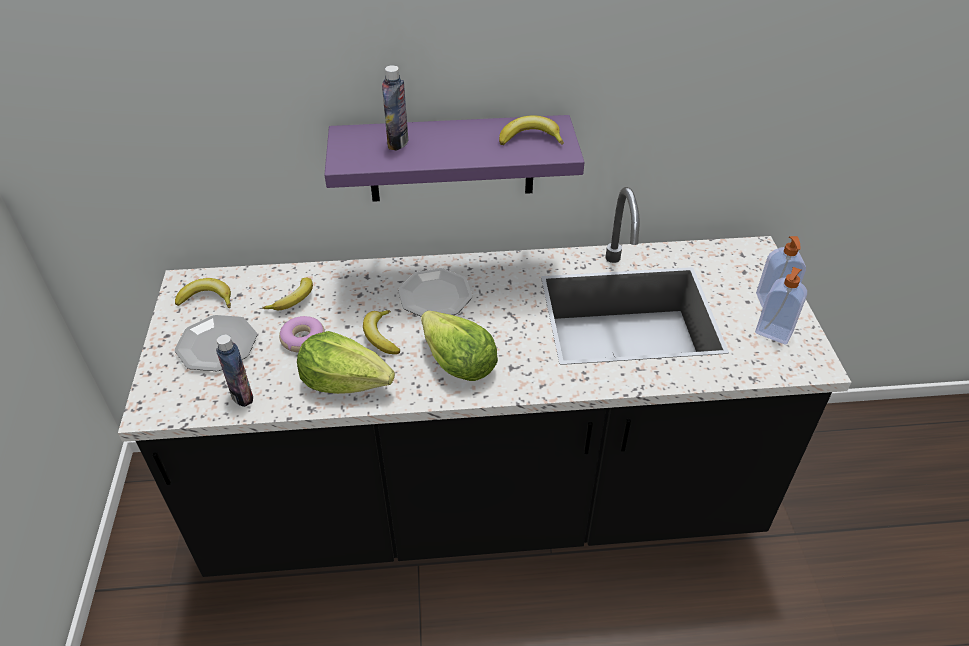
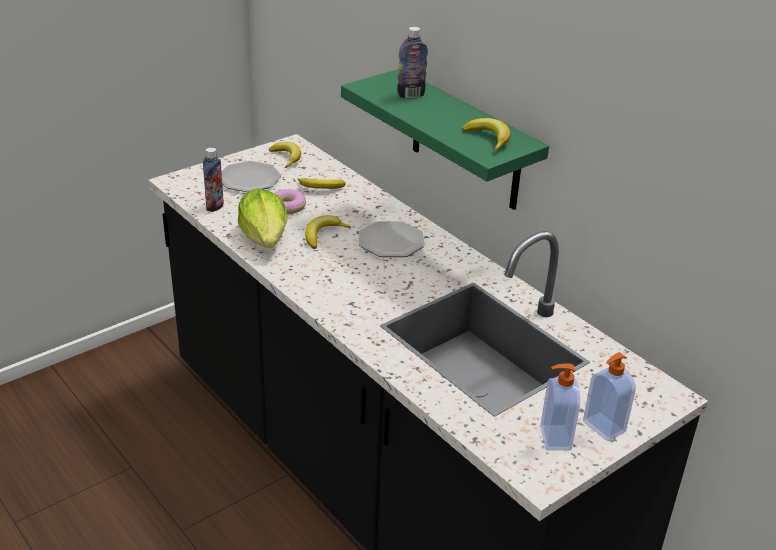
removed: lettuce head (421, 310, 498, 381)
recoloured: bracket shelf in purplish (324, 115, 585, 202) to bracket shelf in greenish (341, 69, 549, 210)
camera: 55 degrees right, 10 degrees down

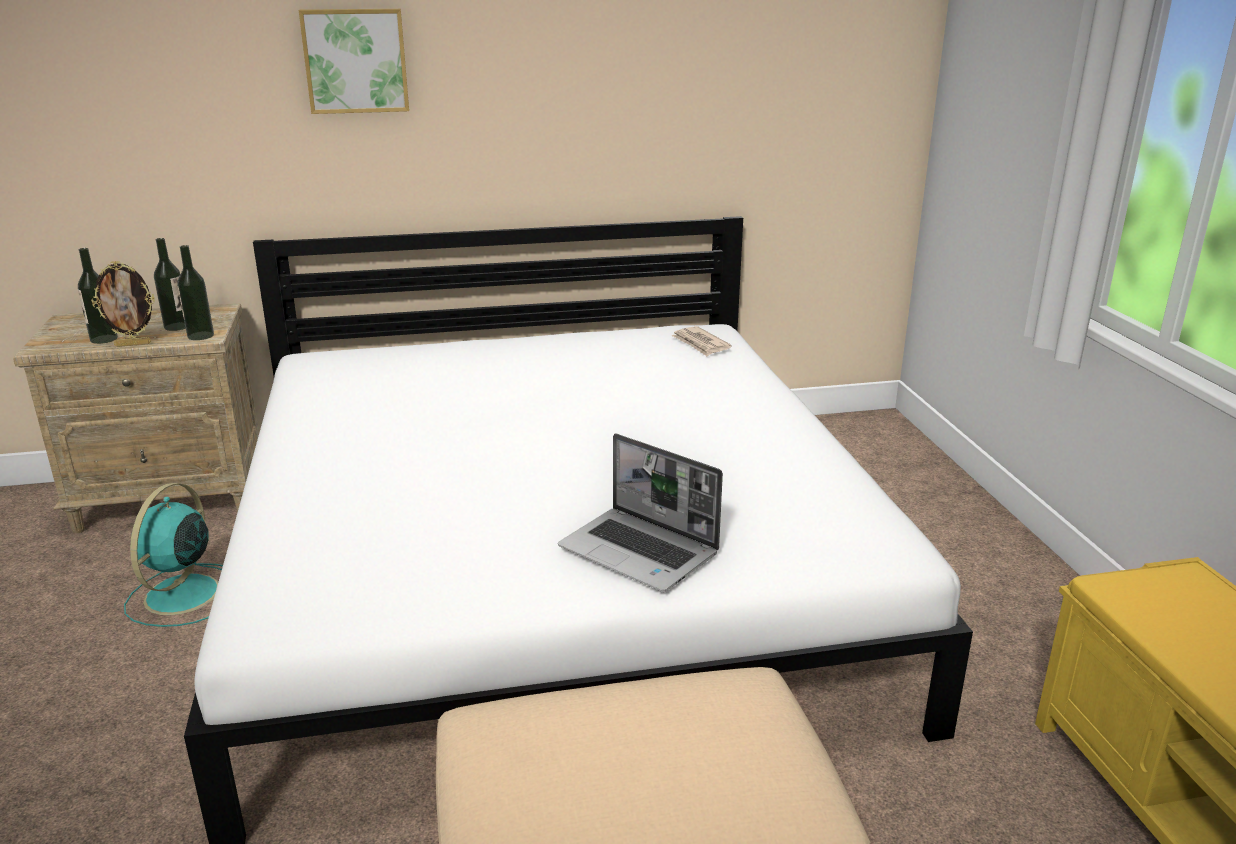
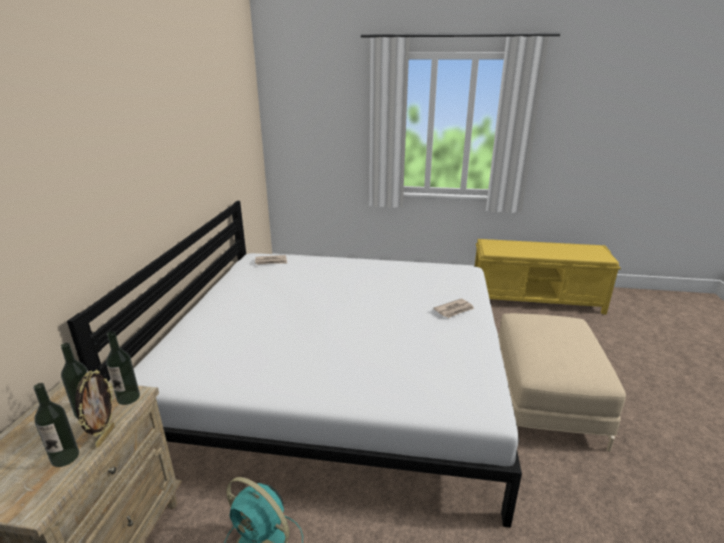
removed: picture (299, 9, 409, 114)
replaced: laptop (558, 434, 723, 592) to newspaper (433, 299, 474, 318)
camera: 70 degrees left, 0 degrees up

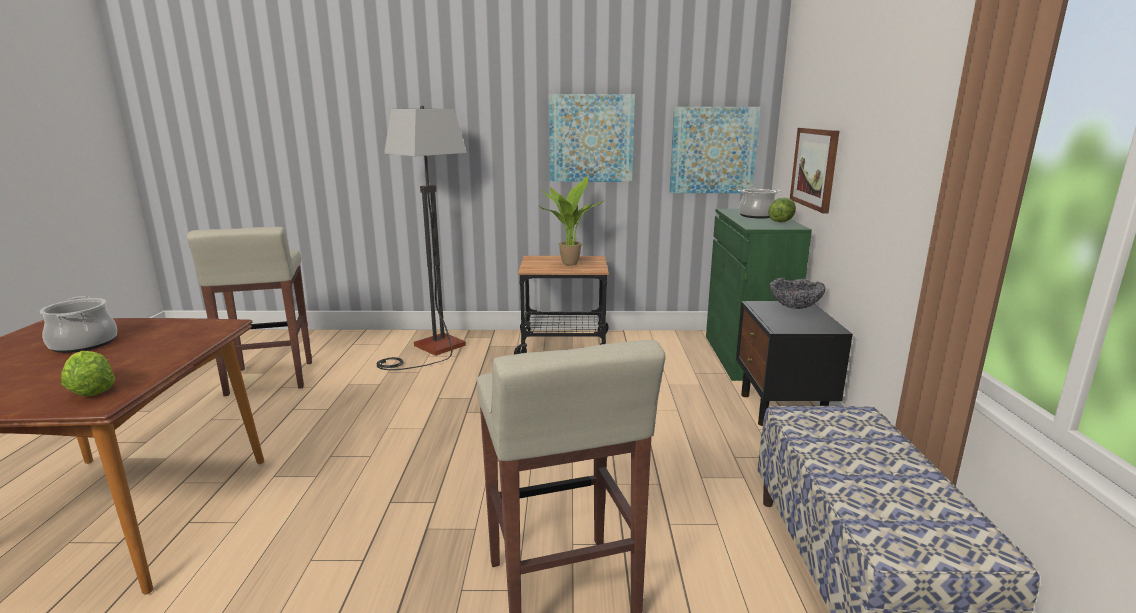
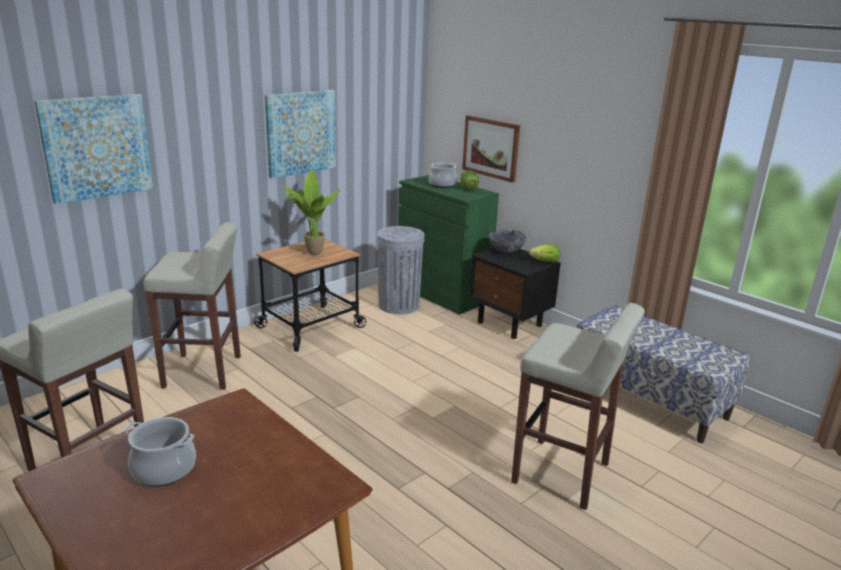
added: trash can in greyish (377, 226, 425, 314)
moved: lettuce head (61, 351, 115, 396) to (529, 244, 560, 263); picture (670, 107, 761, 193) to (34, 94, 153, 204)
replaced: standing lamp (376, 106, 467, 370) to stool seat in sand-coloured (143, 222, 241, 390)
camera: 45 degrees left, 5 degrees up

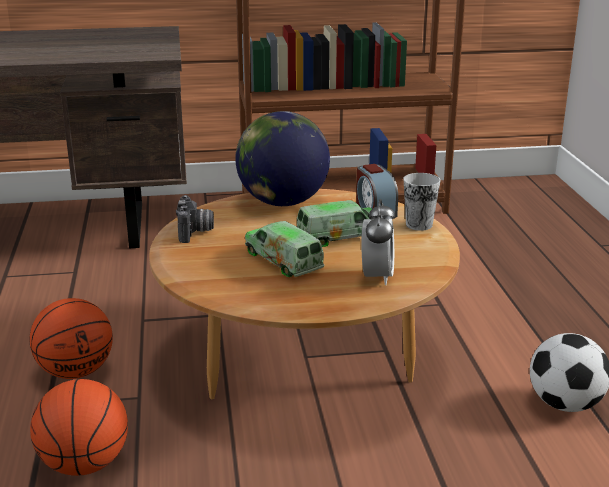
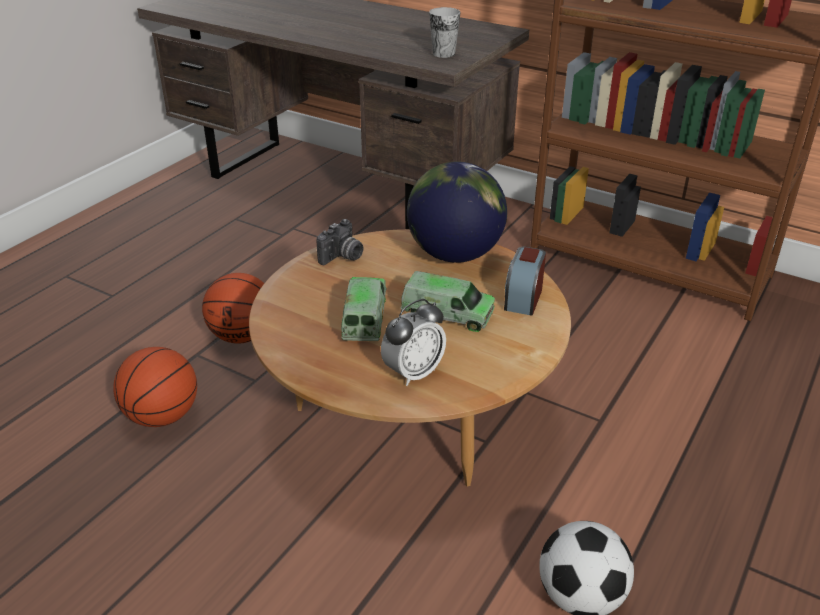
moved: drinking cup (403, 173, 441, 231) to (429, 7, 461, 58)
camera: 40 degrees right, 10 degrees up

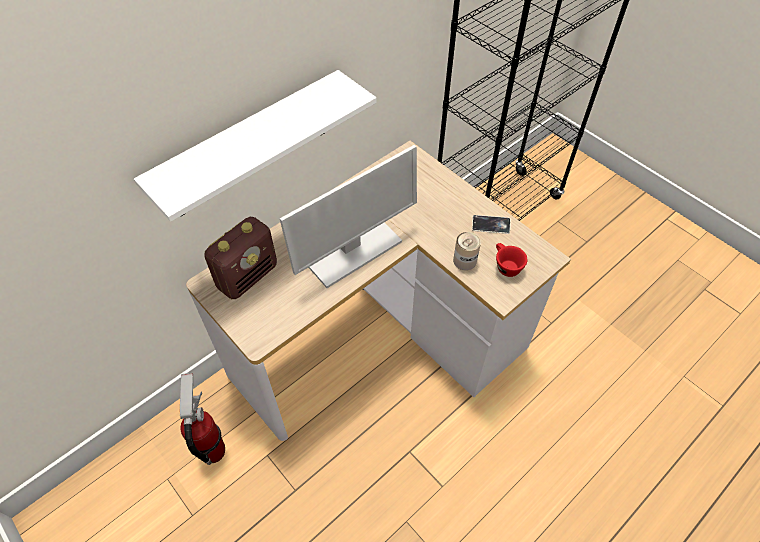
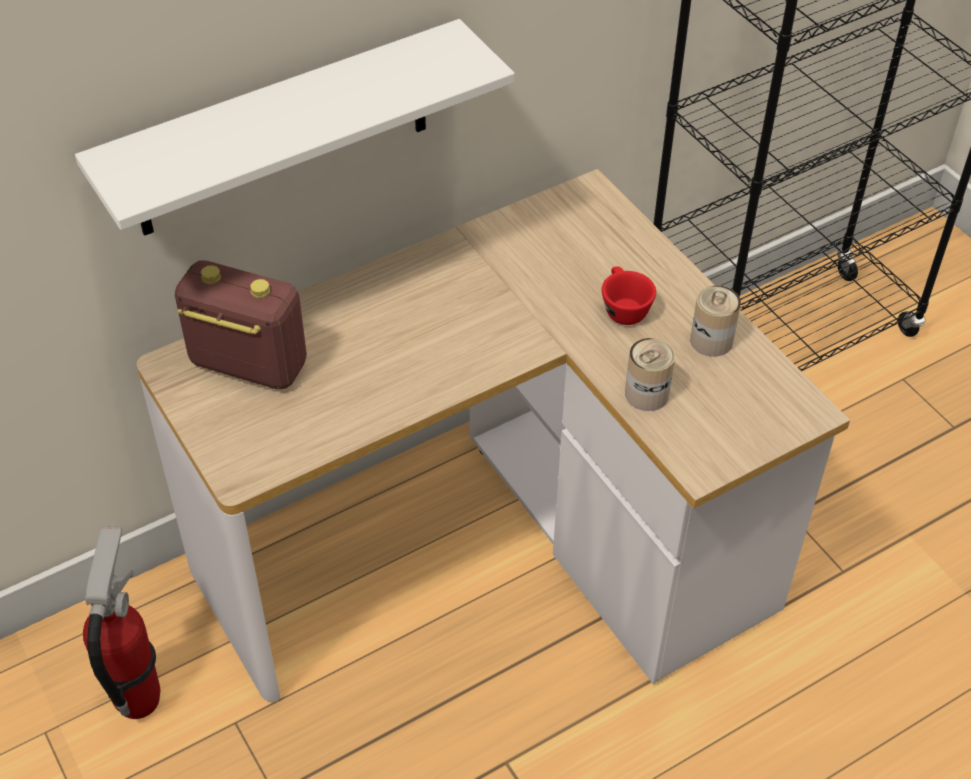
removed: computer screen (280, 145, 417, 288)
moved: drinking cup in red (496, 243, 528, 277) to (602, 267, 656, 325)
replaced: telephone (472, 215, 510, 234) to metal can (690, 285, 741, 357)
turned: radio set (204, 217, 277, 299) = (175, 260, 307, 389) 120 degrees counterclockwise
camera: 10 degrees right, 5 degrees down

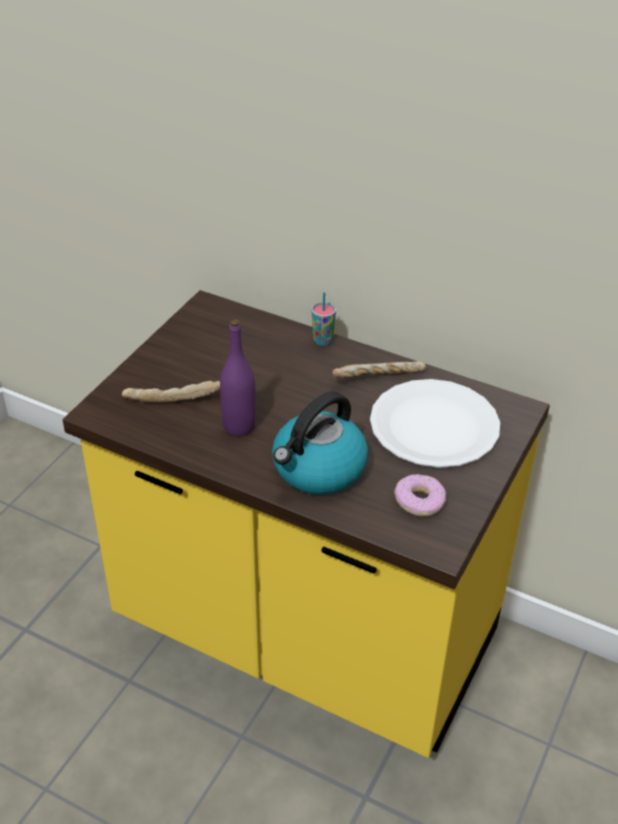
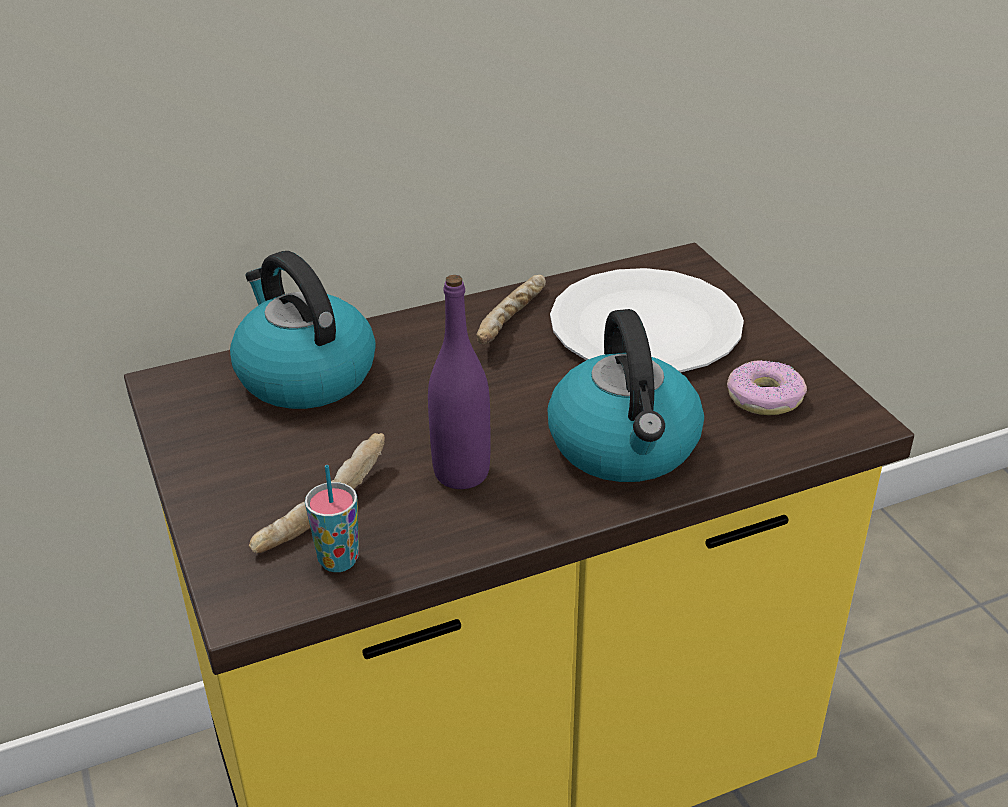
added: kettle (230, 251, 376, 409)
moved: drinking cup (311, 292, 336, 346) to (305, 465, 359, 572)
camera: 50 degrees left, 5 degrees down

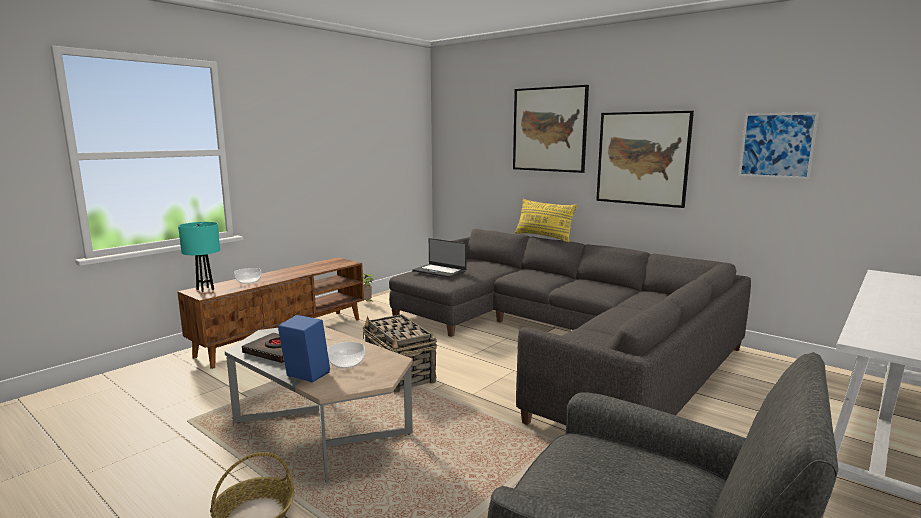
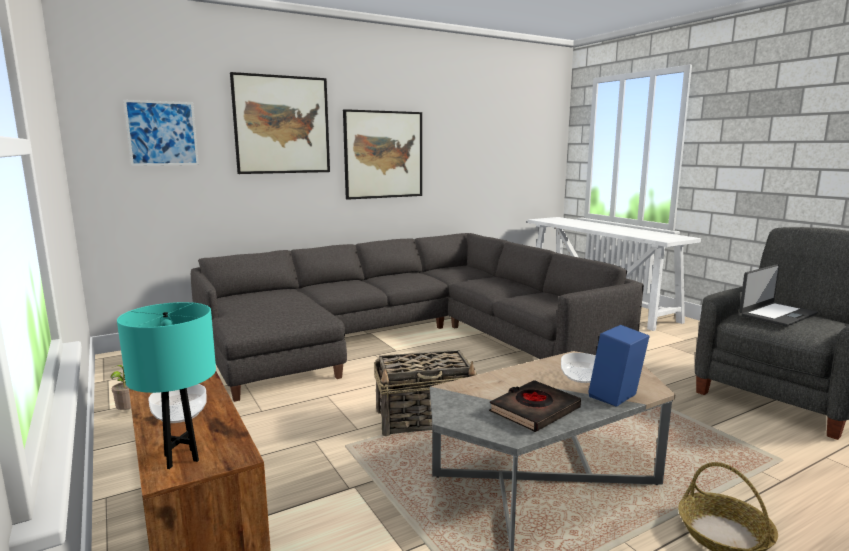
removed: throw pillow in yellow (515, 199, 577, 242)
moved: laptop (412, 238, 467, 278) to (739, 264, 818, 326); picture (739, 112, 819, 179) to (124, 100, 199, 166)
camera: 70 degrees left, 0 degrees up

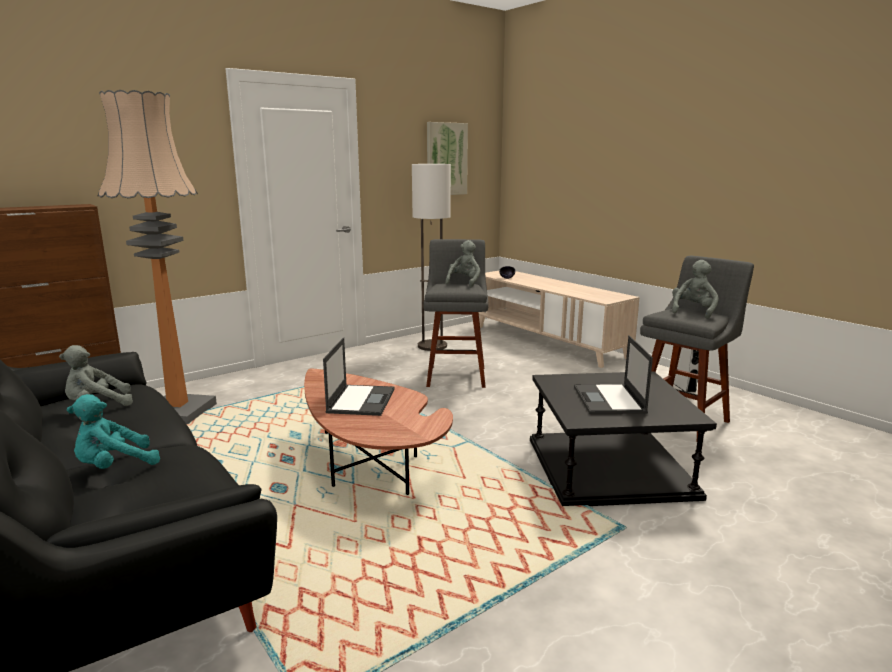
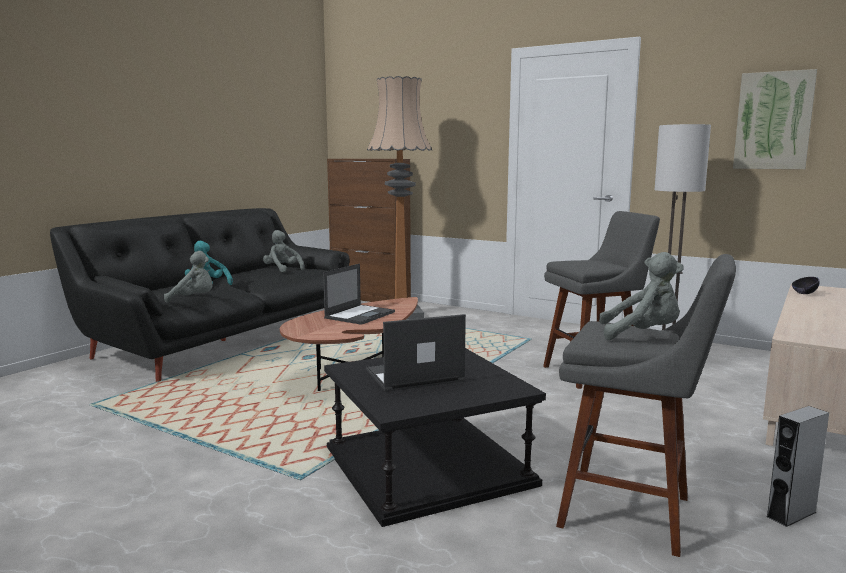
moved: soft toy in greyish (445, 240, 480, 287) to (164, 251, 213, 303)
turned: laptop (323, 338, 395, 416) = (323, 264, 395, 325) 45 degrees counterclockwise
camera: 70 degrees right, 5 degrees down

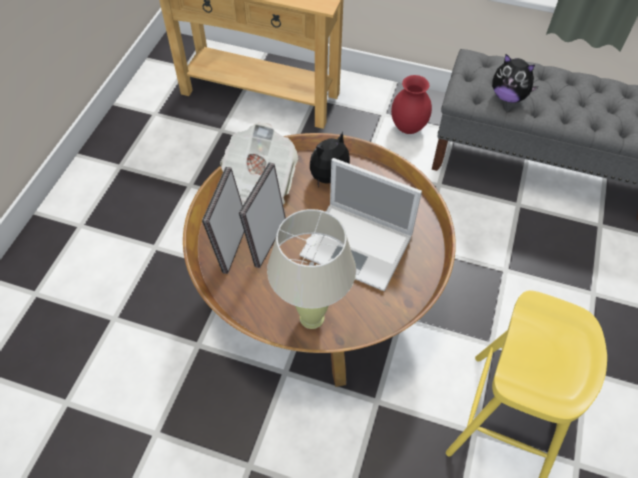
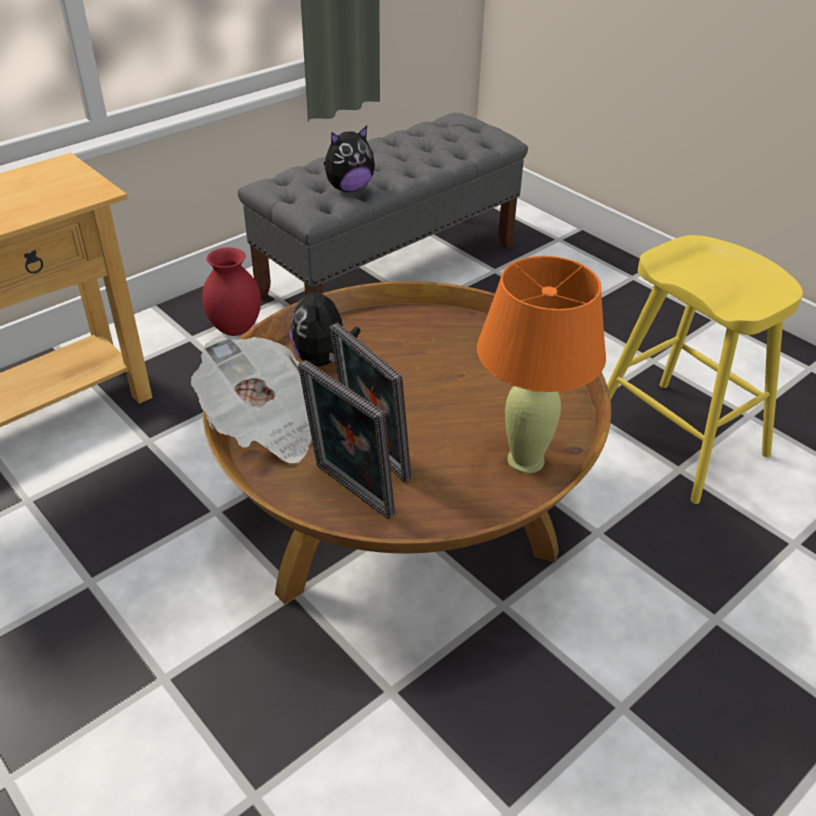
removed: laptop (300, 158, 422, 291)
recoloured: lamp for a table in sand-coloured (267, 209, 356, 329) to lamp for a table in orange-coloured (477, 256, 606, 474)
camera: 60 degrees left, 15 degrees down

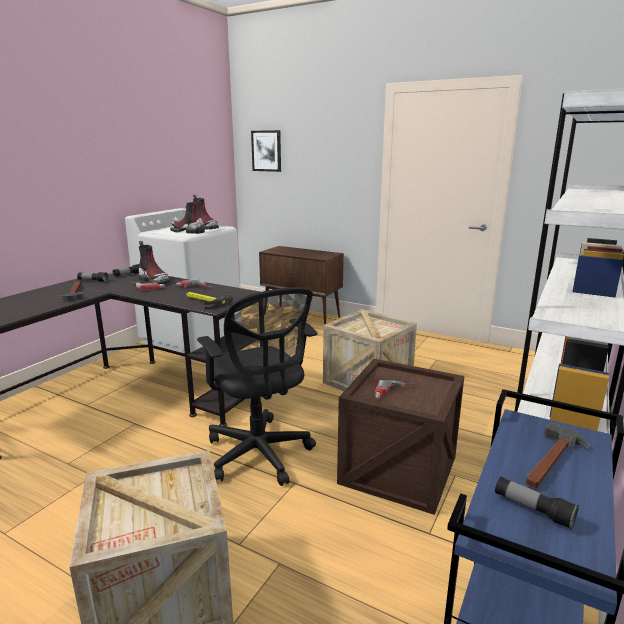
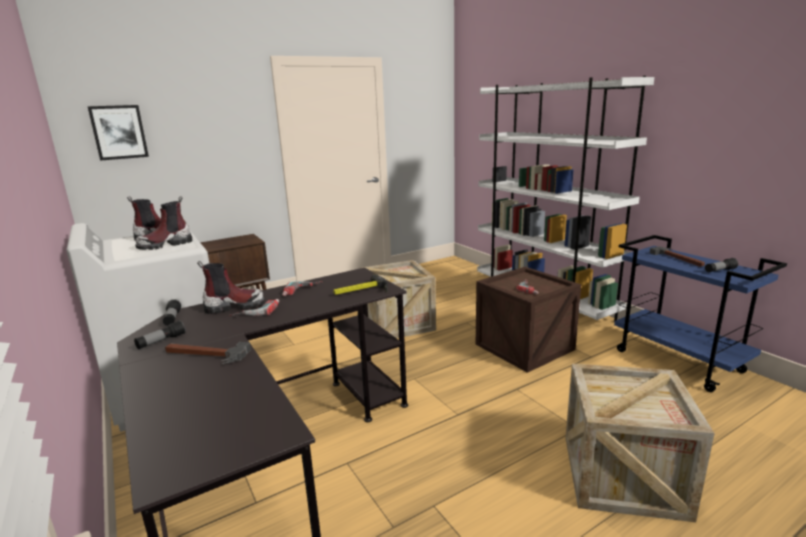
removed: office chair in black (197, 287, 318, 486)
camera: 60 degrees left, 0 degrees up

